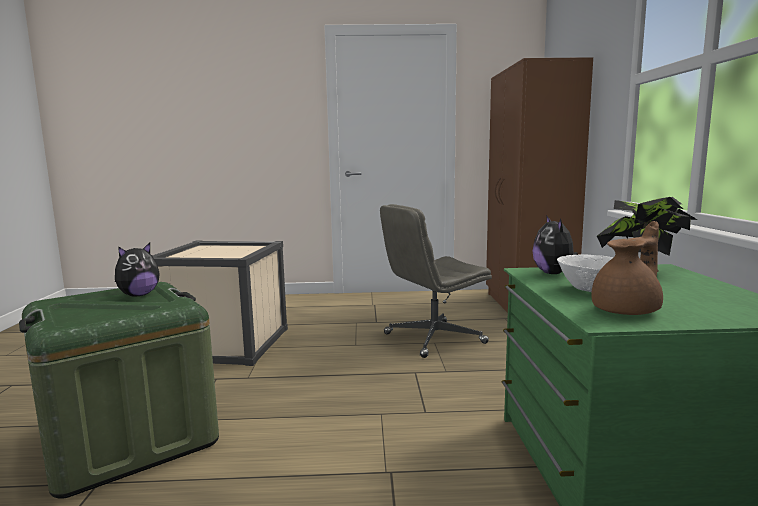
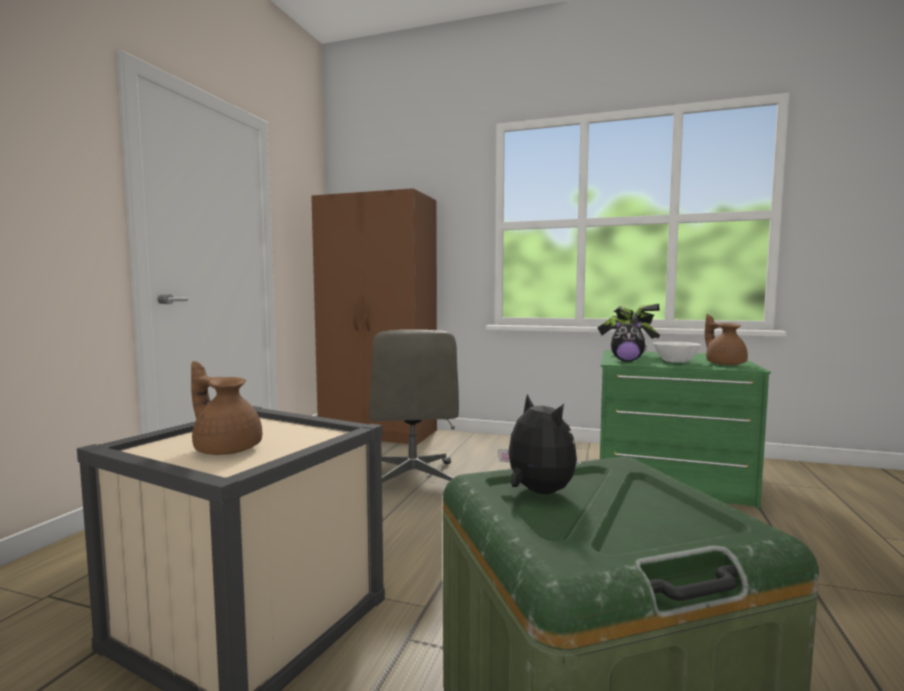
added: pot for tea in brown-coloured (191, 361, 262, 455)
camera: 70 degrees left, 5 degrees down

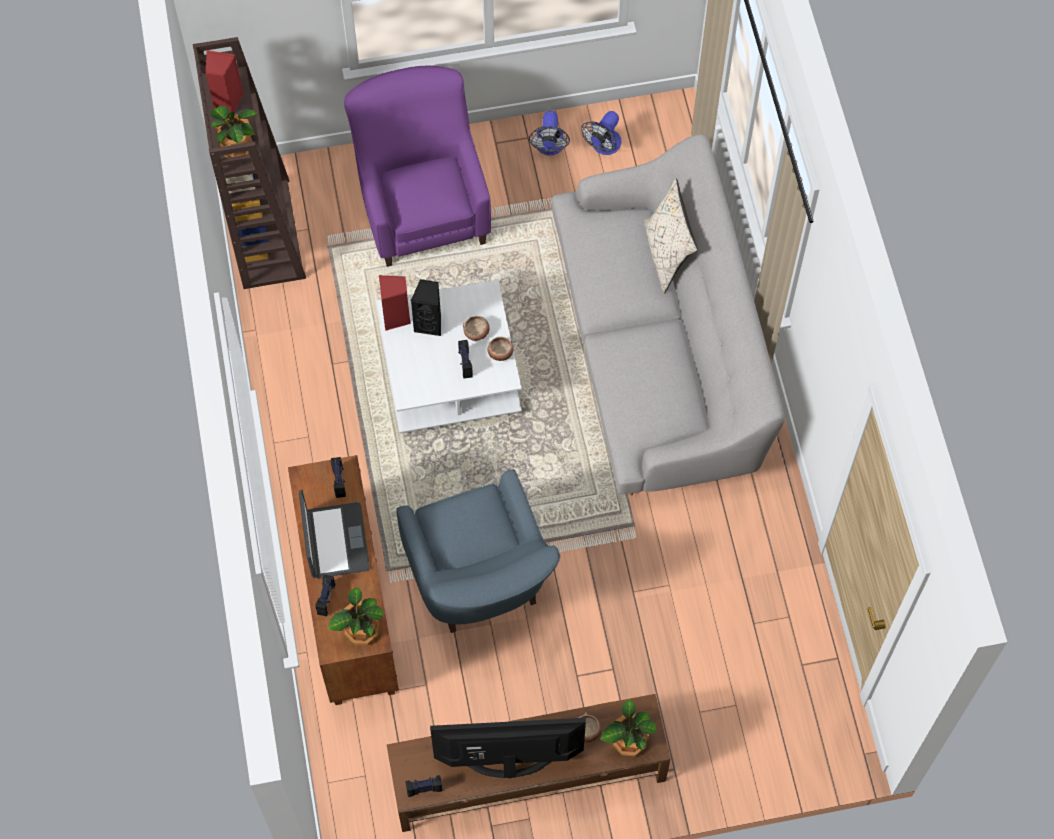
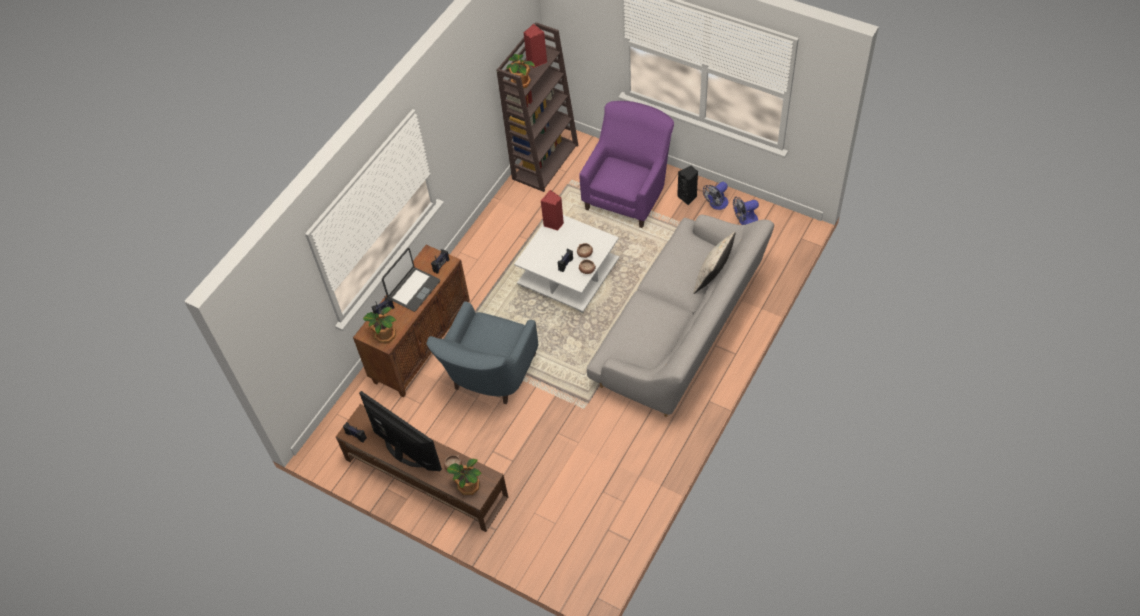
moved: audio speaker in black (411, 279, 441, 336) to (677, 166, 698, 205)
camera: 45 degrees right, 10 degrees down

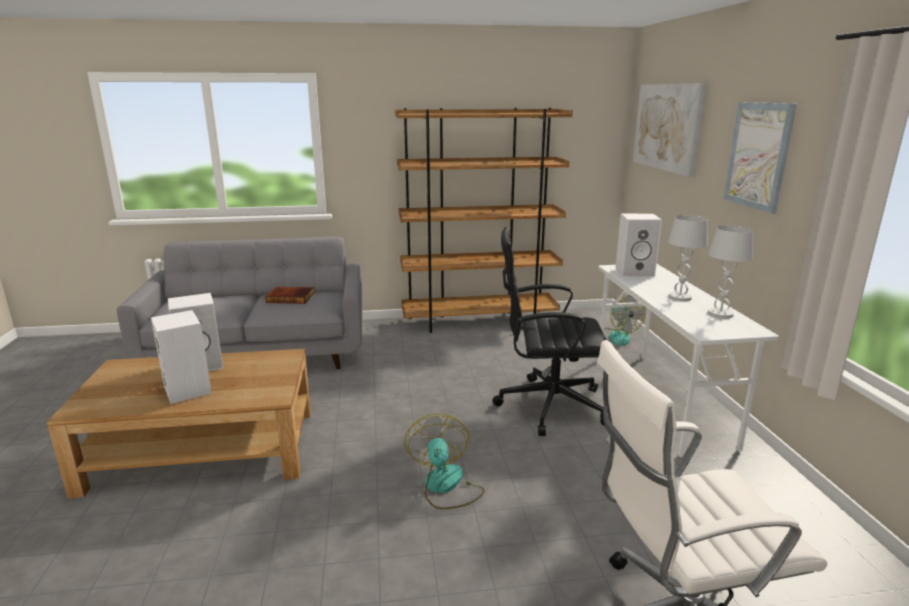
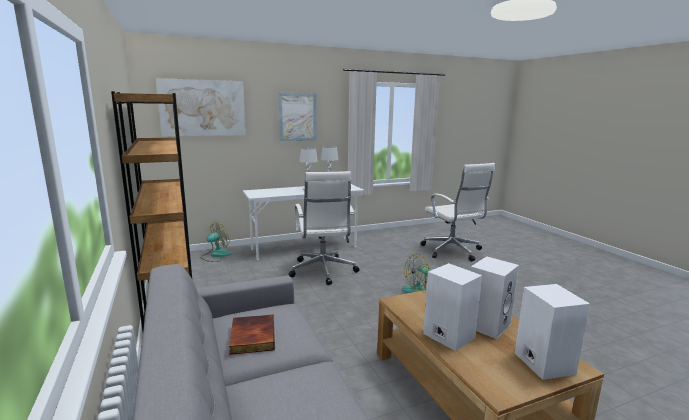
moved: audio speaker in white-coloured (615, 214, 662, 277) to (515, 284, 590, 380)
recoloured: office chair in black (492, 227, 607, 436) to office chair in white-coloured (289, 171, 360, 285)
camera: 105 degrees left, 5 degrees down

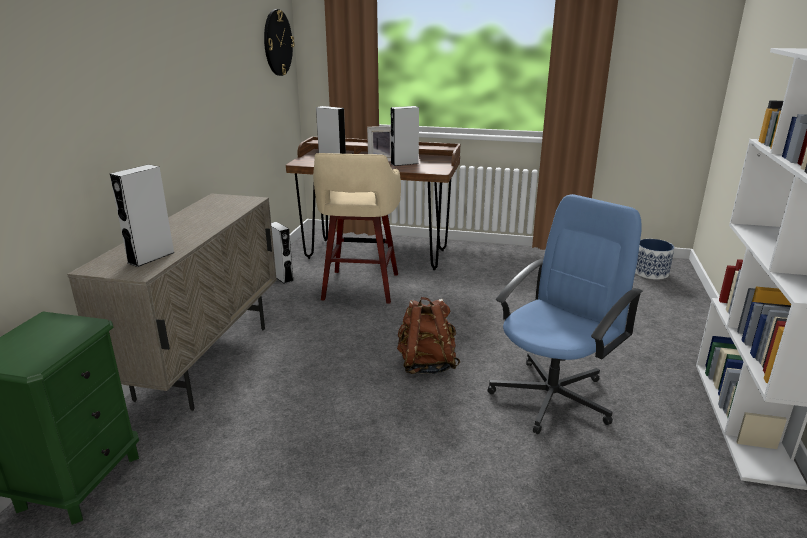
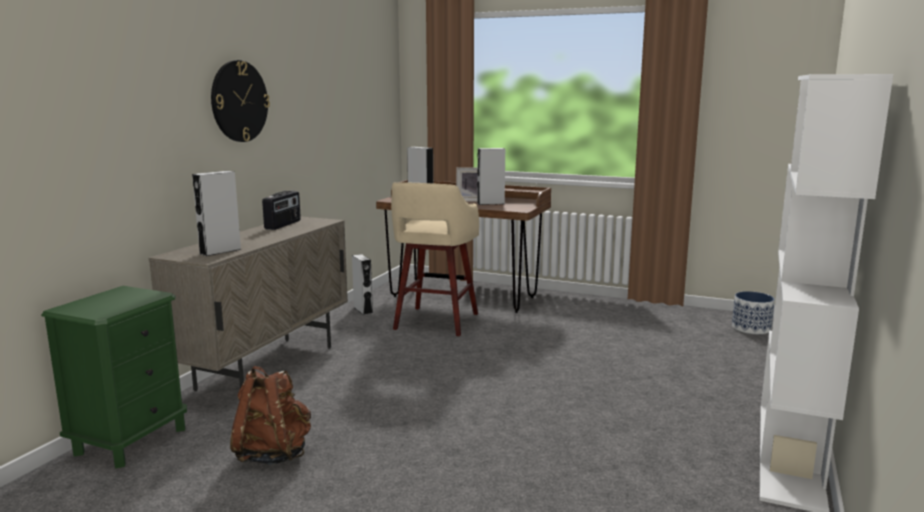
removed: office chair in bluish (487, 194, 643, 434)
added: radio set (262, 191, 301, 230)
moved: wall clock (264, 9, 294, 76) to (211, 60, 270, 142); rucksack in brown-coloured (397, 297, 460, 374) to (230, 366, 311, 465)
camera: 10 degrees right, 10 degrees down

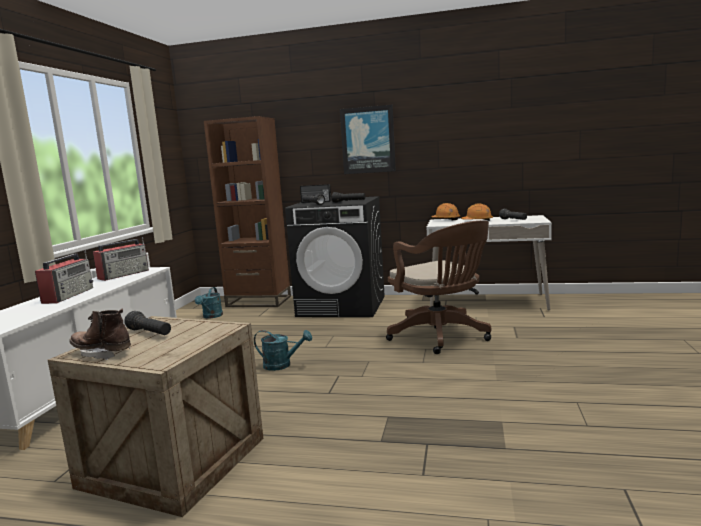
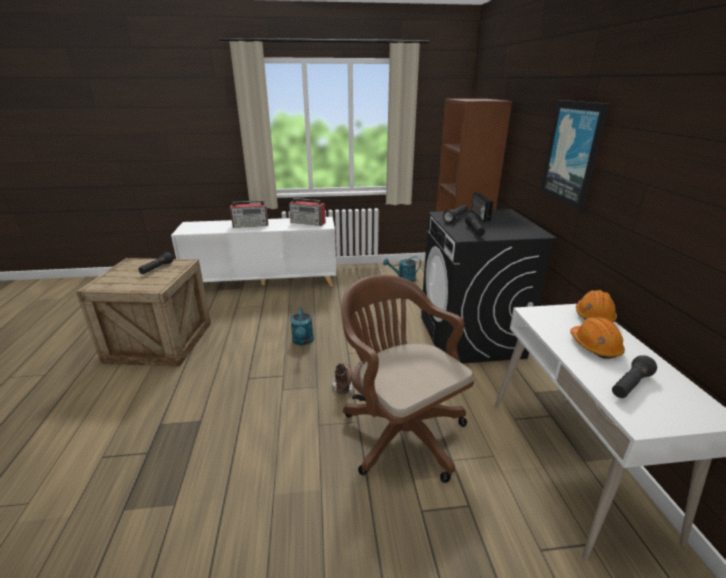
moved: tall boot in brown-coloured (69, 309, 131, 360) to (333, 363, 354, 395)
turned: office chair in brown-coloured (386, 220, 491, 354) = (341, 275, 474, 483) 105 degrees clockwise
camera: 70 degrees right, 15 degrees up

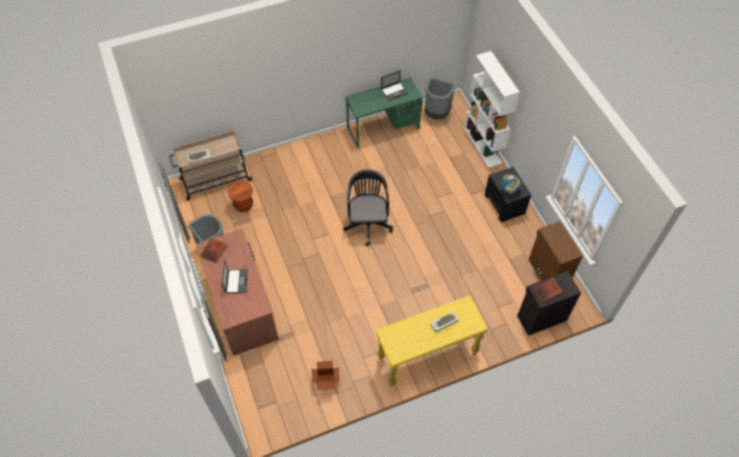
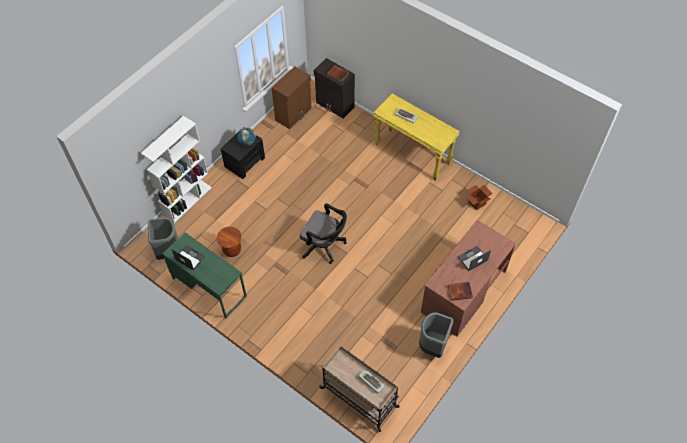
moved: stool seat in brown-coloured (228, 181, 253, 212) to (217, 227, 242, 257)
turned: office chair in black (343, 169, 393, 246) = (300, 203, 347, 264) 120 degrees counterclockwise
camera: 120 degrees left, 0 degrees up

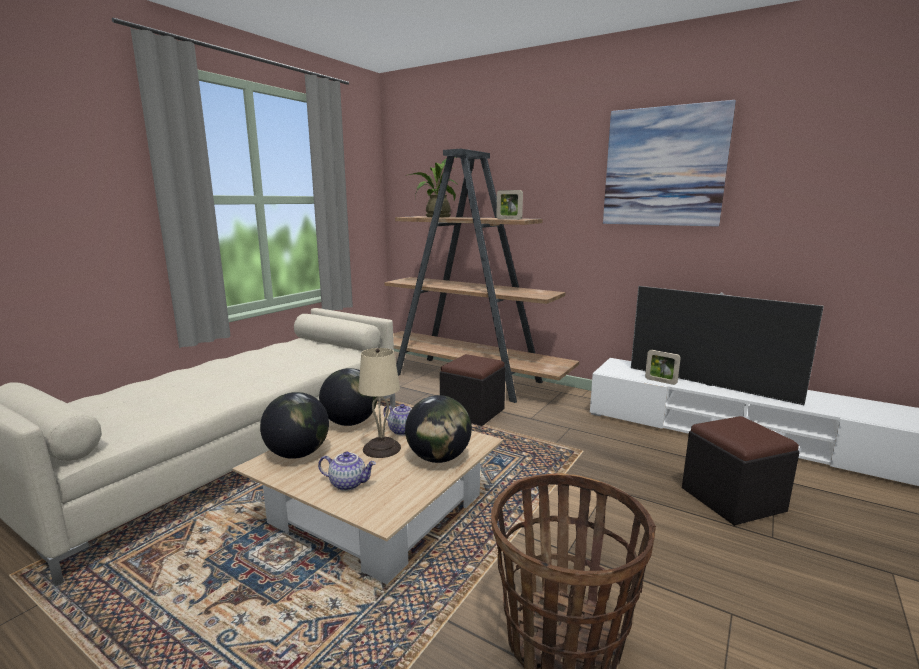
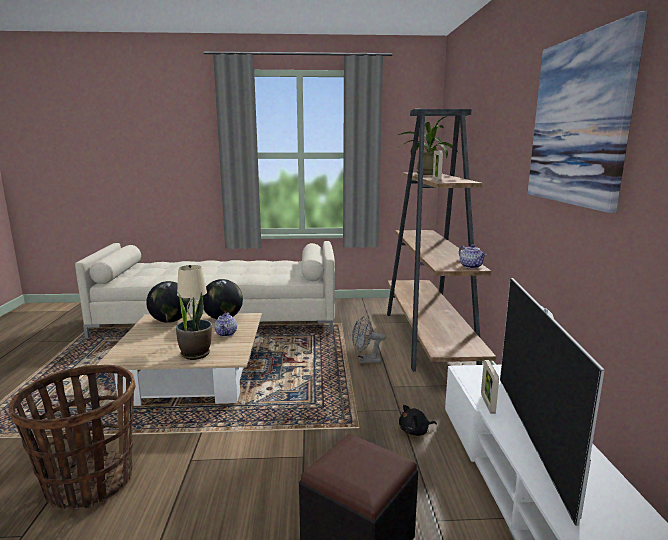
added: soft toy in black (399, 405, 437, 436)
moved: pot for tea (318, 451, 376, 491) to (459, 244, 486, 269)
replaced: world globe (405, 395, 472, 463) to potted plant (176, 292, 212, 360); footrest in black (440, 354, 505, 426) to cooling fan in greyish (352, 316, 386, 363)
camera: 55 degrees right, 0 degrees up

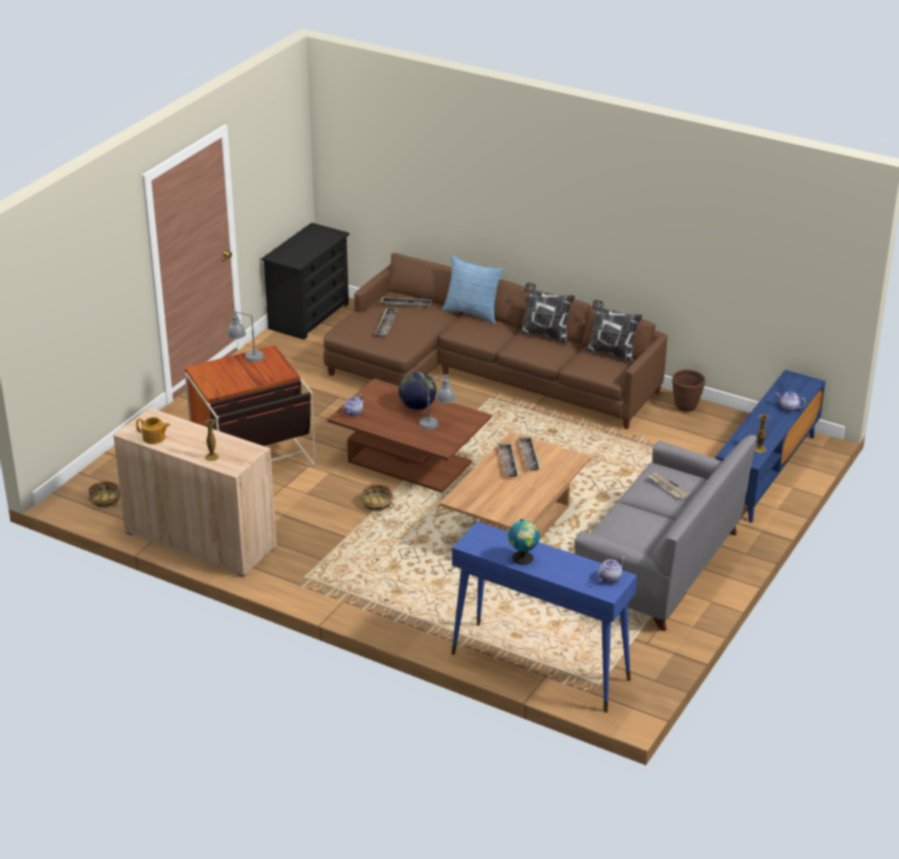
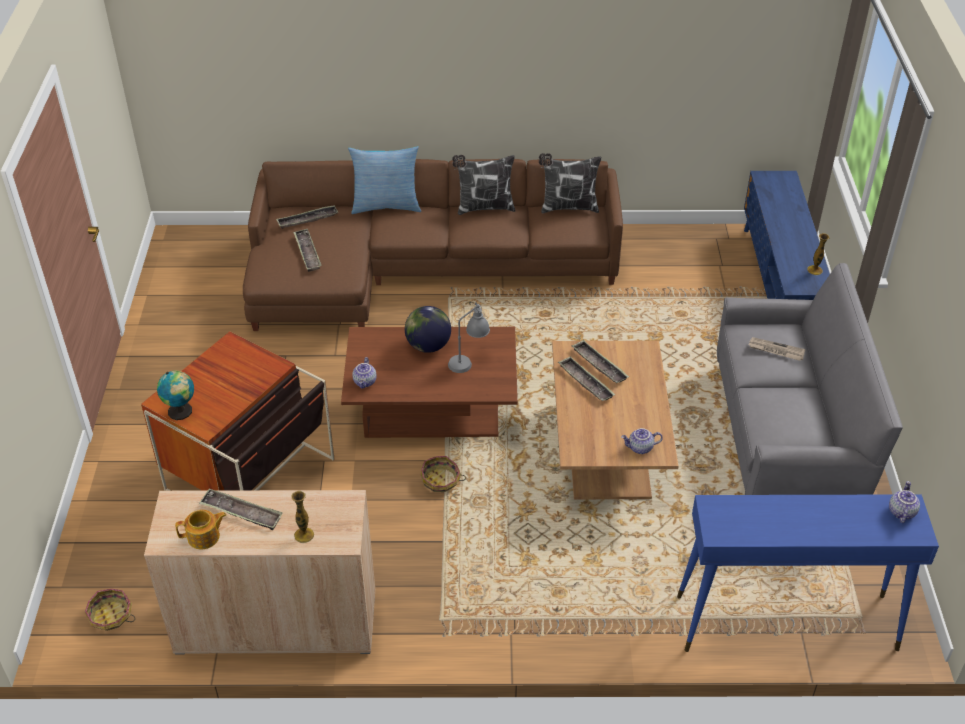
removed: lamp for a table in greyish (227, 311, 264, 362); chest of drawers in black (262, 223, 350, 340); plant pot in brown-coloured (672, 369, 705, 412)
added: carrying tray (199, 489, 283, 530)
moved: world globe (508, 519, 540, 565) to (157, 371, 194, 420); pot for tea (775, 392, 806, 412) to (621, 428, 663, 454)
camera: 30 degrees left, 10 degrees up

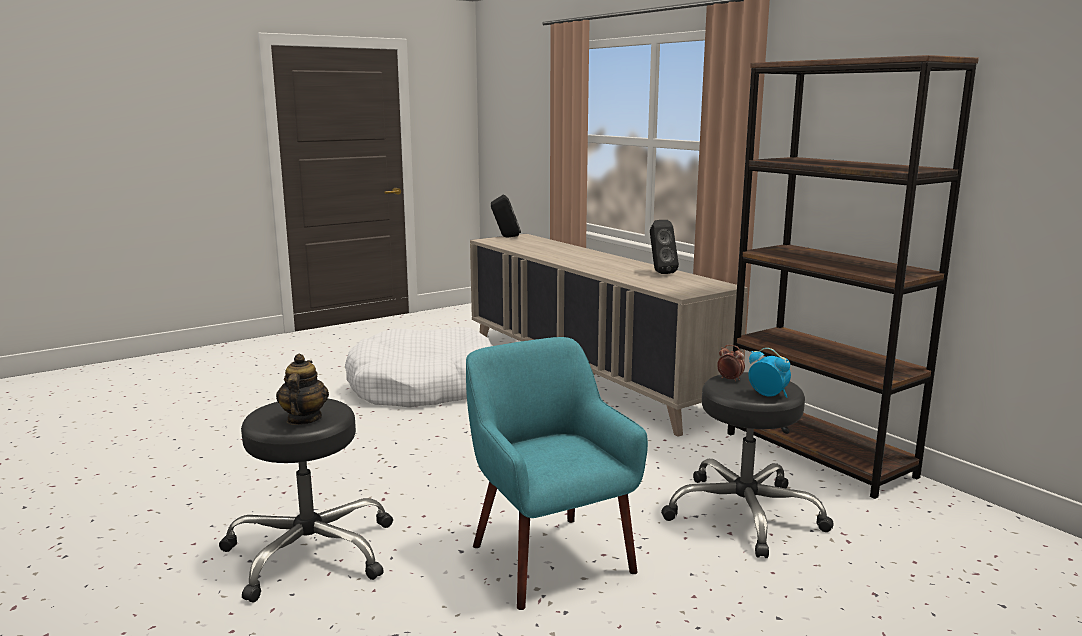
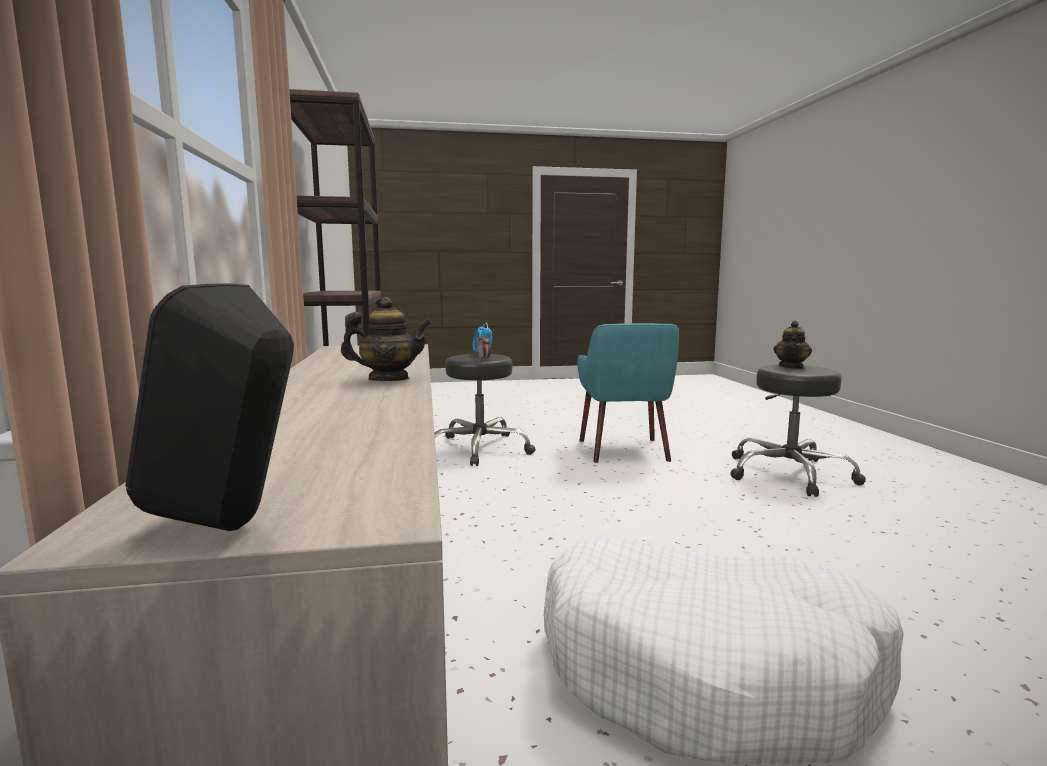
removed: audio speaker in black (650, 220, 679, 274)
added: pot for tea (341, 297, 432, 381)
camera: 155 degrees left, 5 degrees down

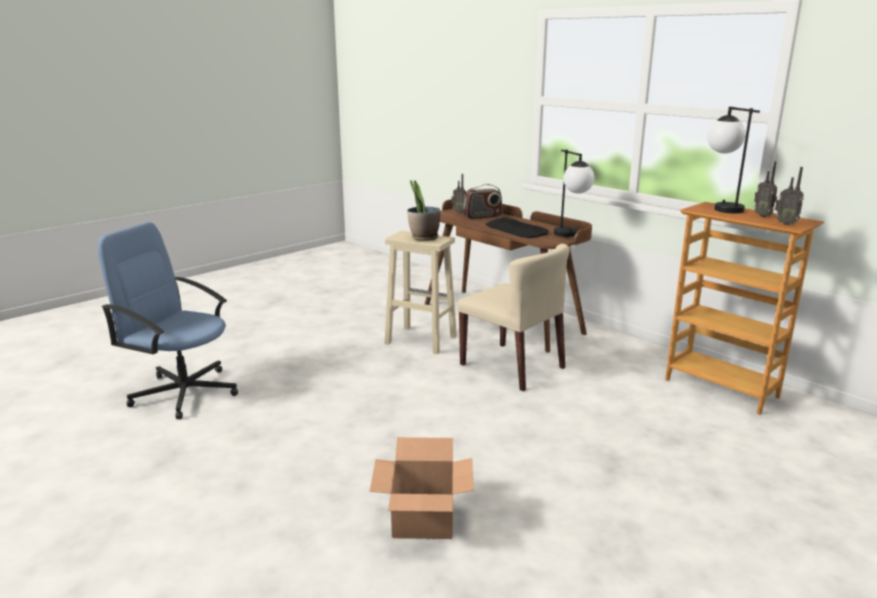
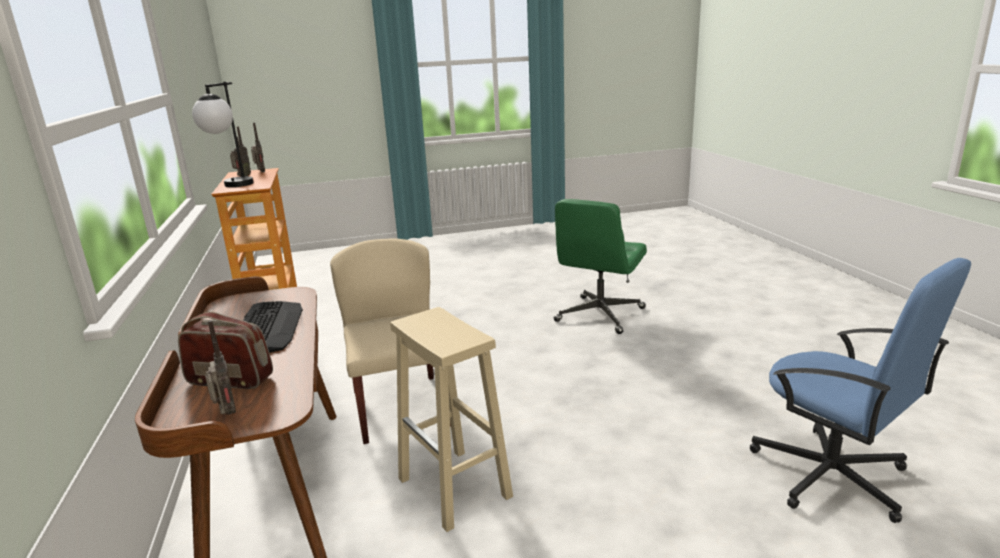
removed: potted plant (407, 180, 440, 241); lamp for a table (554, 150, 595, 237)
replaced: cardboard box (370, 437, 474, 539) to office chair in greenish (553, 199, 647, 334)
camera: 150 degrees left, 0 degrees up

